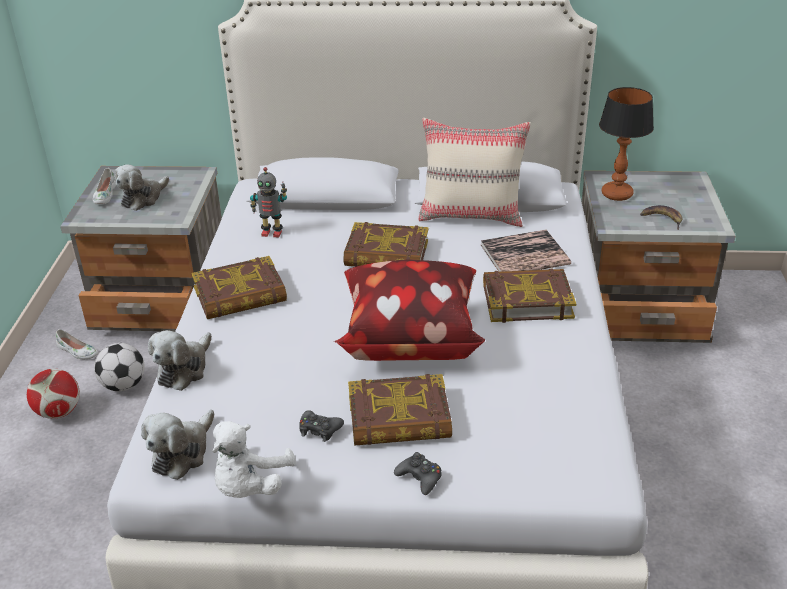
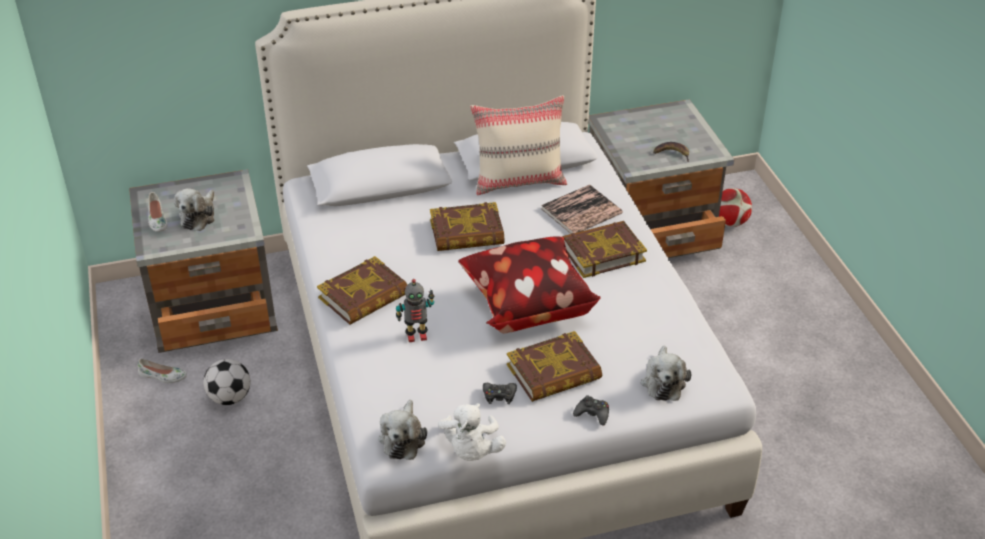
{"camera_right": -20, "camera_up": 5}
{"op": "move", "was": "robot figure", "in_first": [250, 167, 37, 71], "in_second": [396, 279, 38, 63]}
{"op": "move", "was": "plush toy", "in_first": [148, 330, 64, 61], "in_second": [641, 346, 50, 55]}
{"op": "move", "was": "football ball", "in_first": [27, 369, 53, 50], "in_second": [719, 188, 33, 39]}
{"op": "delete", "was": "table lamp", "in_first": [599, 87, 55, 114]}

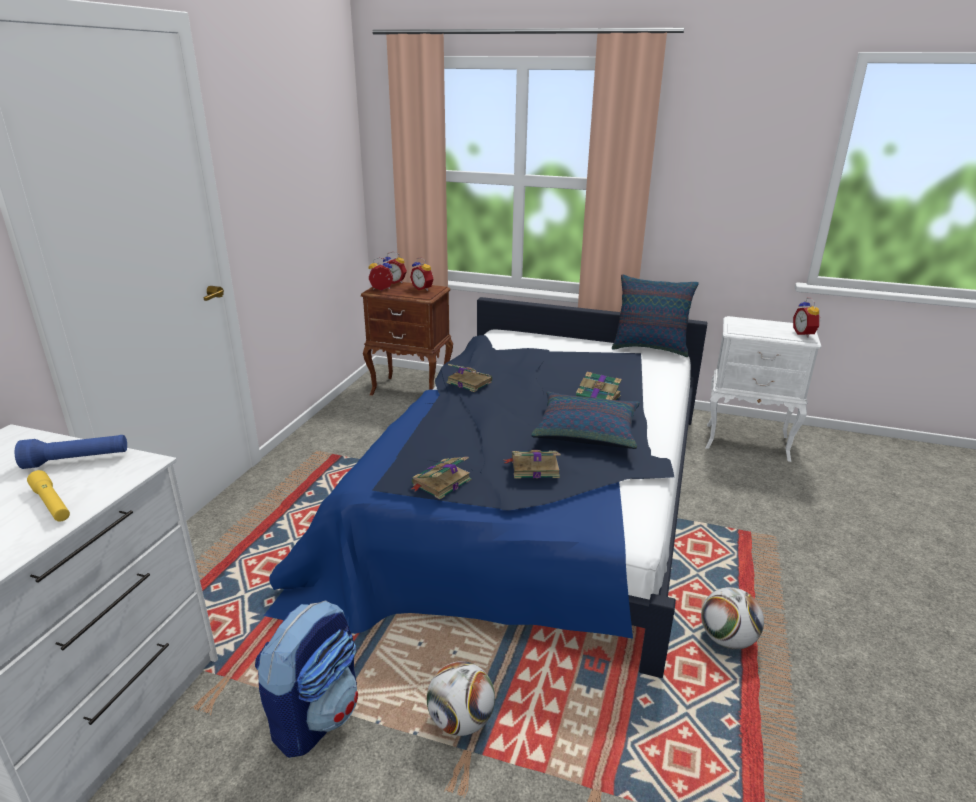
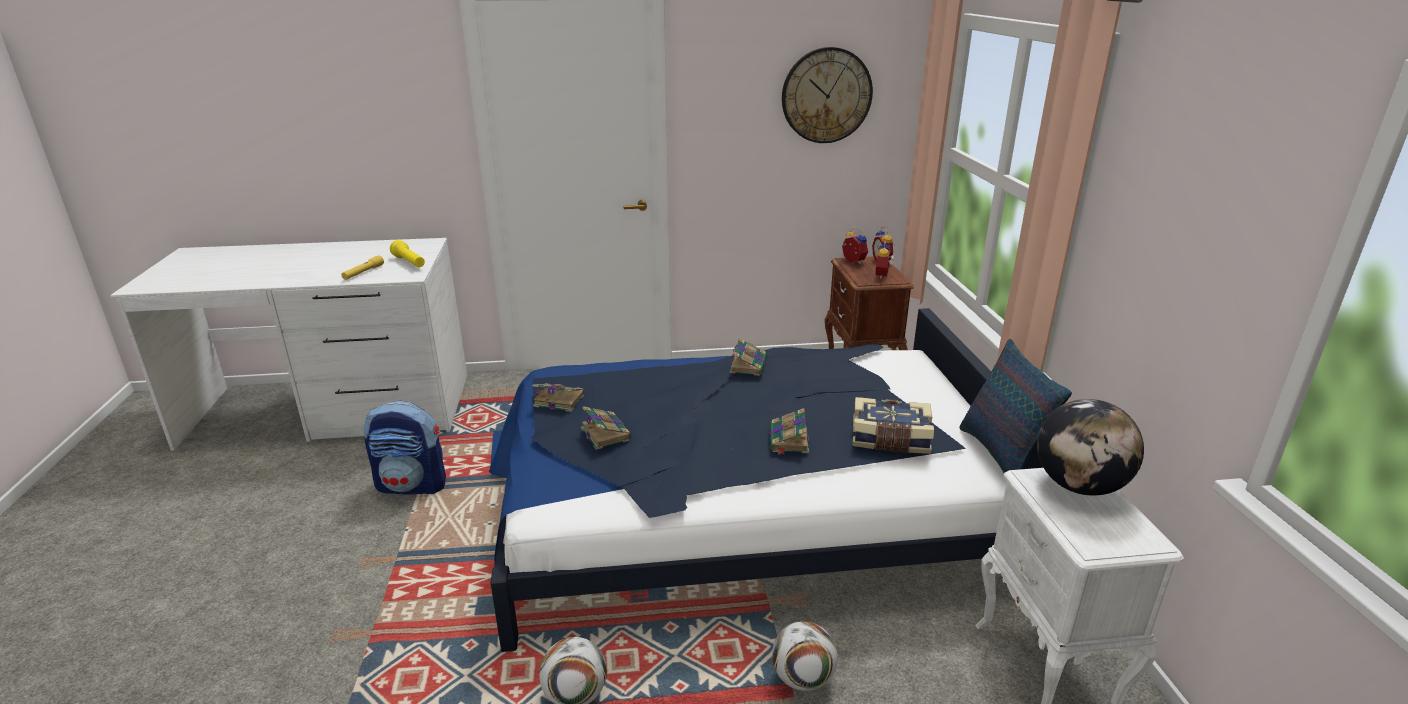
{"camera_right": 65, "camera_up": 0}
{"op": "recolor", "was": "hand torch in blue-coloured", "now": "hand torch in yellow", "in_first": [15, 435, 112, 34], "in_second": [390, 240, 35, 27]}
{"op": "move", "was": "football ball", "in_first": [427, 661, 68, 75], "in_second": [772, 621, 66, 70]}
{"op": "insert", "now": "clock on the wall", "in_second": [782, 47, 91, 96]}
{"op": "insert", "now": "book", "in_second": [853, 397, 81, 57]}
{"op": "insert", "now": "world globe", "in_second": [1037, 399, 107, 97]}
{"op": "delete", "was": "pillow in blue-coloured", "in_first": [531, 392, 109, 57]}
{"op": "delete", "was": "alarm clock", "in_first": [793, 298, 28, 40]}

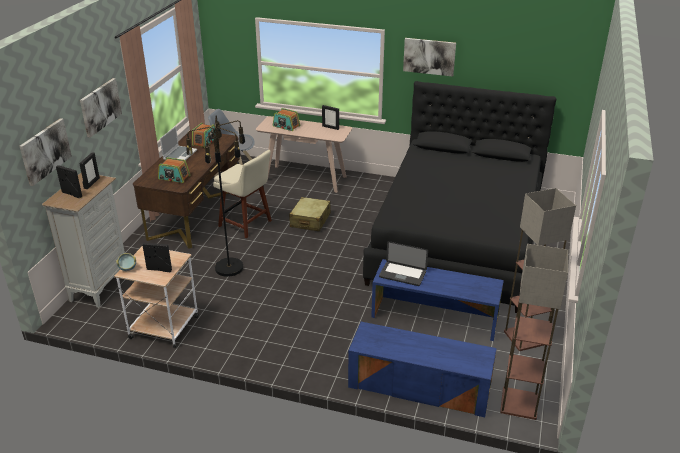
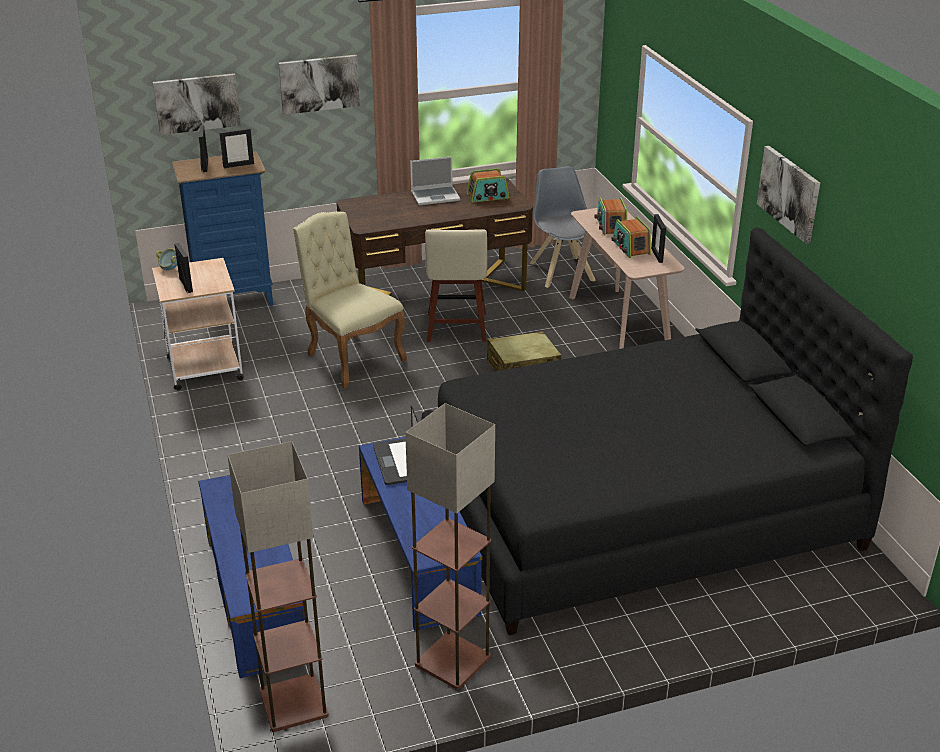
{"camera_right": 55, "camera_up": 0}
{"op": "recolor", "was": "dresser in whitish", "now": "dresser in blue-coloured", "in_first": [42, 173, 83, 135], "in_second": [172, 152, 101, 154]}
{"op": "replace", "was": "standing lamp", "now": "chair in beige-coloured", "in_first": [186, 115, 59, 162], "in_second": [293, 211, 114, 177]}
{"op": "move", "was": "radio receiver", "in_first": [158, 157, 33, 26], "in_second": [611, 217, 40, 41]}

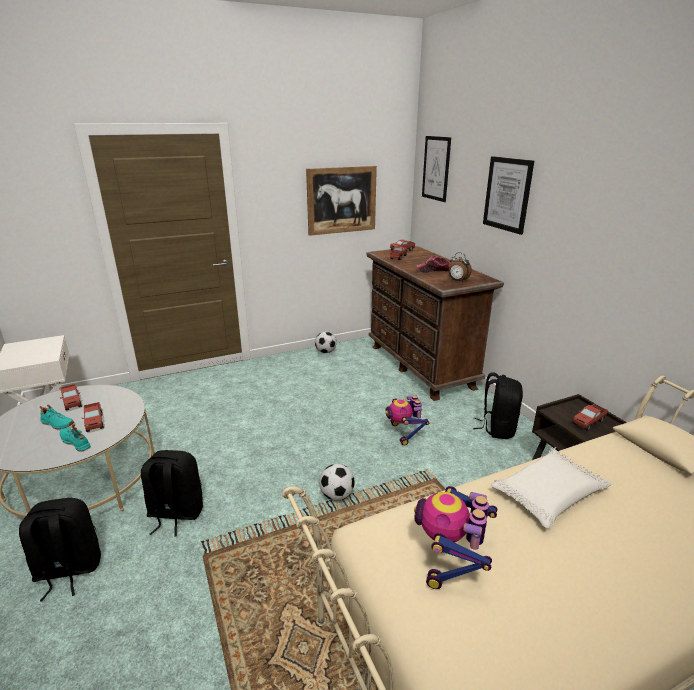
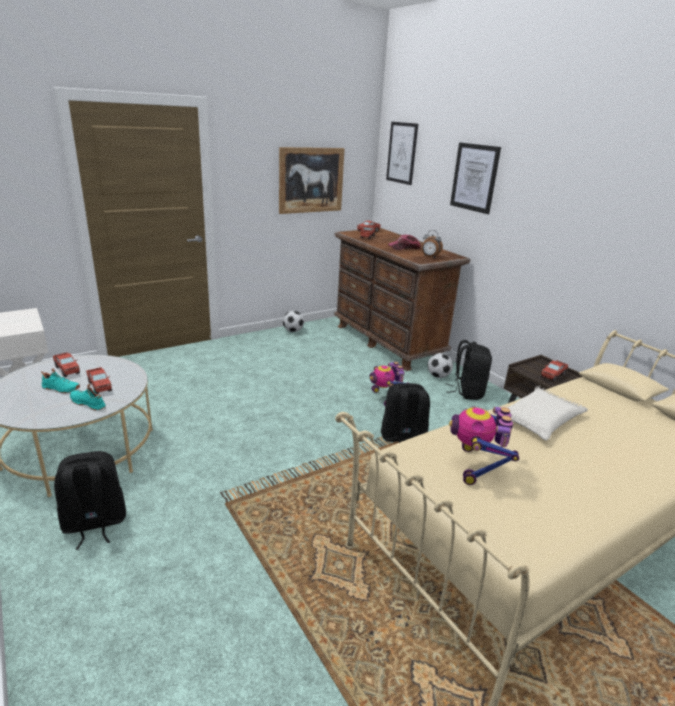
{"camera_right": -10, "camera_up": 0}
{"op": "move", "was": "backpack in blackish", "in_first": [141, 450, 62, 87], "in_second": [381, 383, 49, 60]}
{"op": "move", "was": "football ball", "in_first": [319, 464, 36, 37], "in_second": [428, 353, 25, 25]}

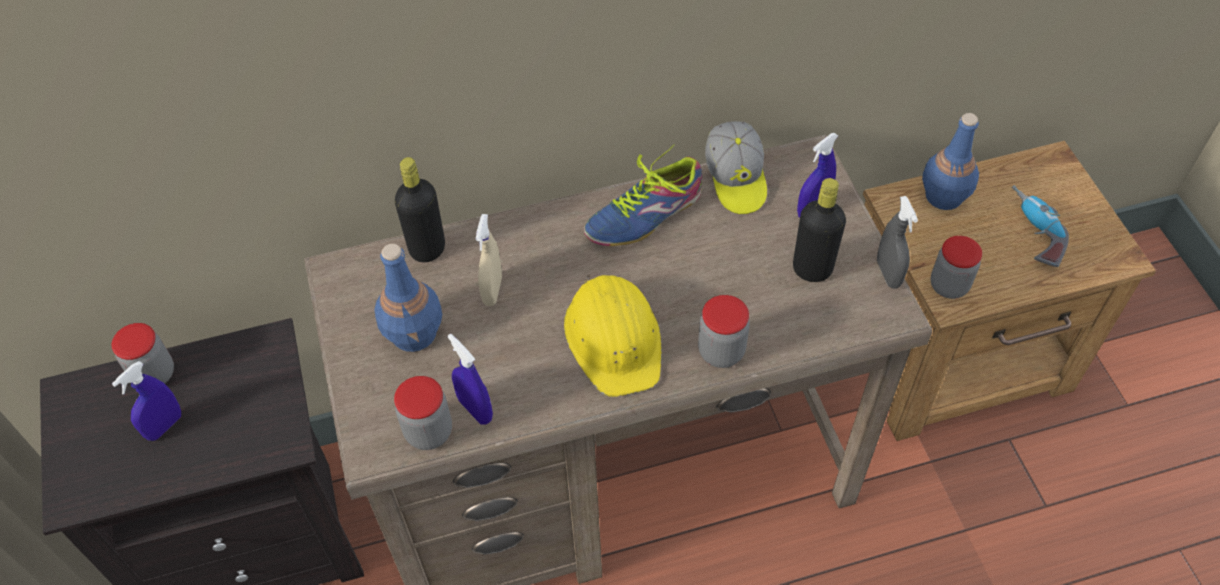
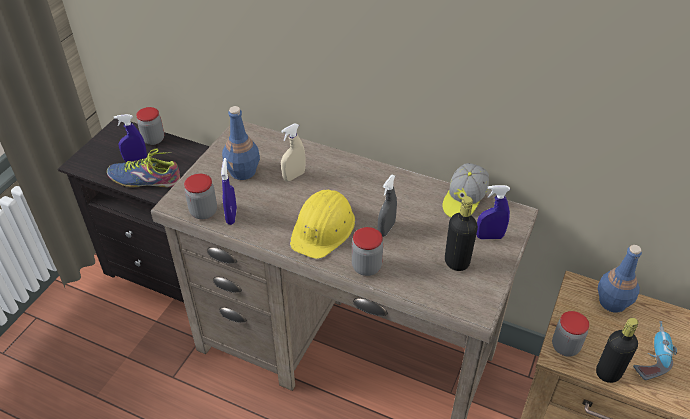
{"camera_right": 40, "camera_up": -10}
{"op": "move", "was": "low shoe", "in_first": [584, 144, 118, 102], "in_second": [107, 148, 73, 40]}
{"op": "move", "was": "hand sprayer in greyish", "in_first": [877, 196, 41, 93], "in_second": [378, 175, 19, 62]}
{"op": "move", "was": "beverage bottle in blackish", "in_first": [395, 157, 50, 105], "in_second": [596, 318, 43, 65]}

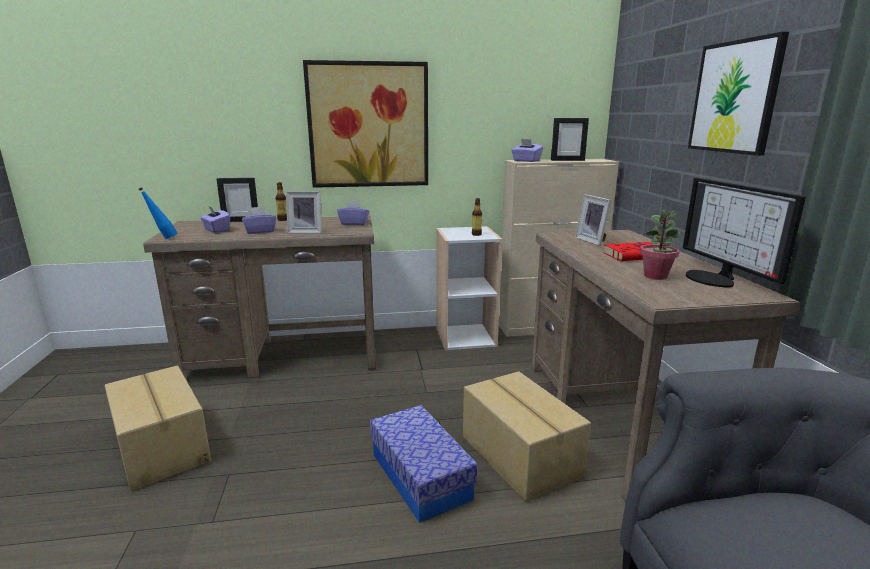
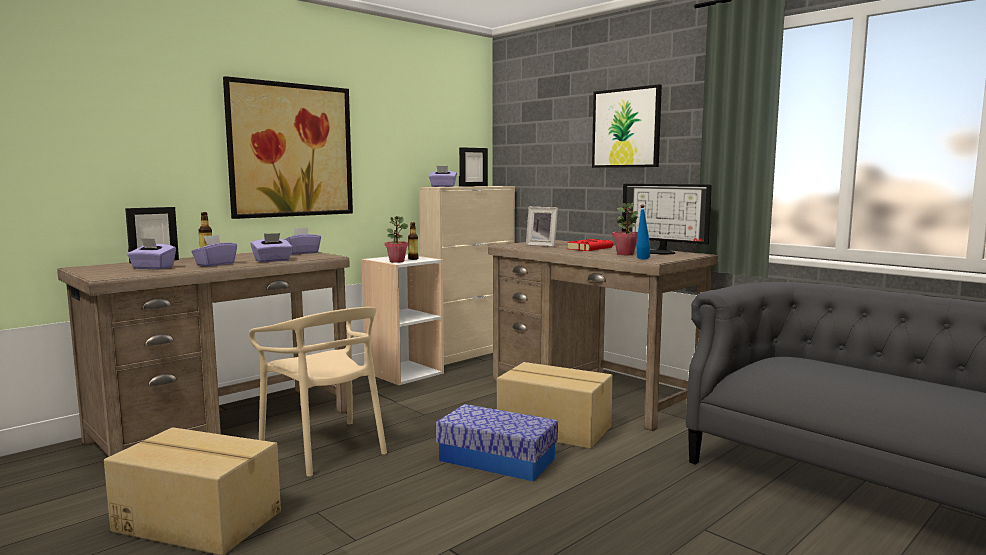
{"camera_right": -35, "camera_up": -10}
{"op": "insert", "now": "chair in beige-coloured", "in_second": [249, 307, 138, 170]}
{"op": "replace", "was": "photo frame", "now": "tissue box in purple-coloured", "in_first": [286, 191, 36, 43], "in_second": [251, 233, 42, 29]}
{"op": "insert", "now": "plant in a pot", "in_second": [385, 216, 24, 47]}
{"op": "move", "was": "beverage bottle in blue-coloured", "in_first": [139, 187, 39, 52], "in_second": [636, 204, 14, 56]}

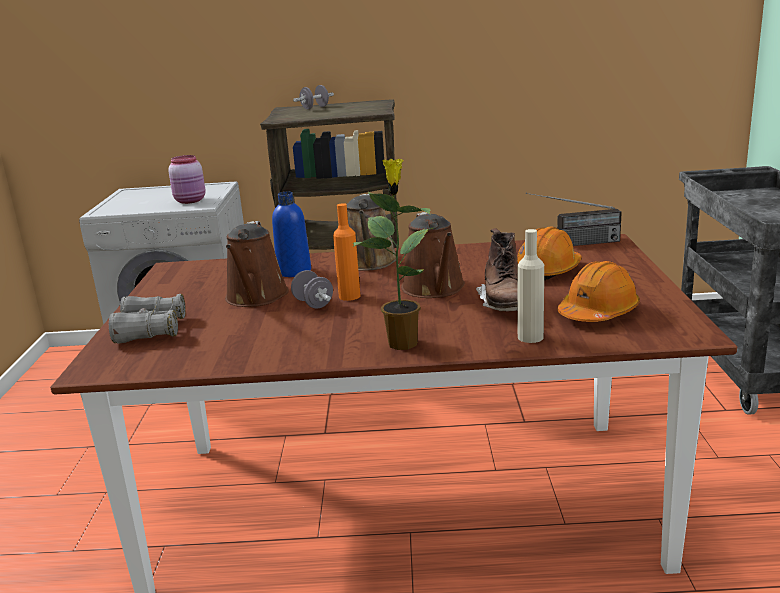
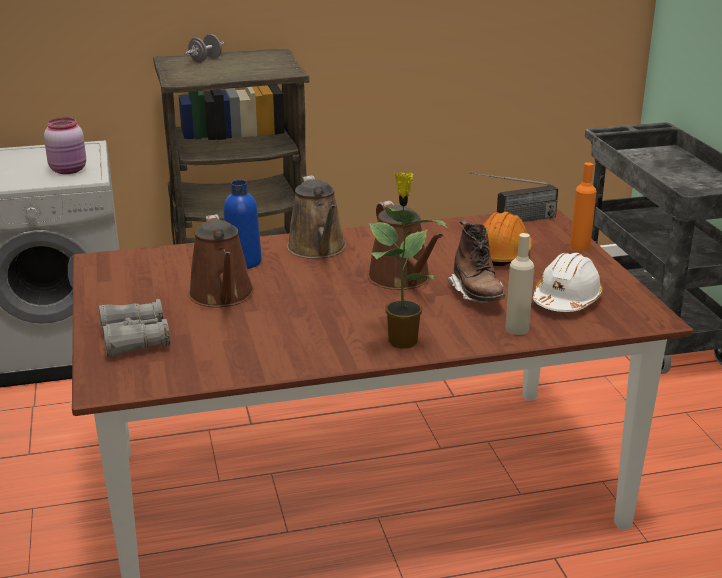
{"camera_right": -15, "camera_up": 5}
{"op": "recolor", "was": "safety helmet in orangey", "now": "safety helmet in whitish", "in_first": [557, 261, 83, 61], "in_second": [533, 253, 70, 59]}
{"op": "move", "was": "beverage bottle in orangey", "in_first": [333, 203, 28, 98], "in_second": [570, 162, 26, 89]}
{"op": "delete", "was": "free weight in greyish", "in_first": [291, 270, 42, 38]}

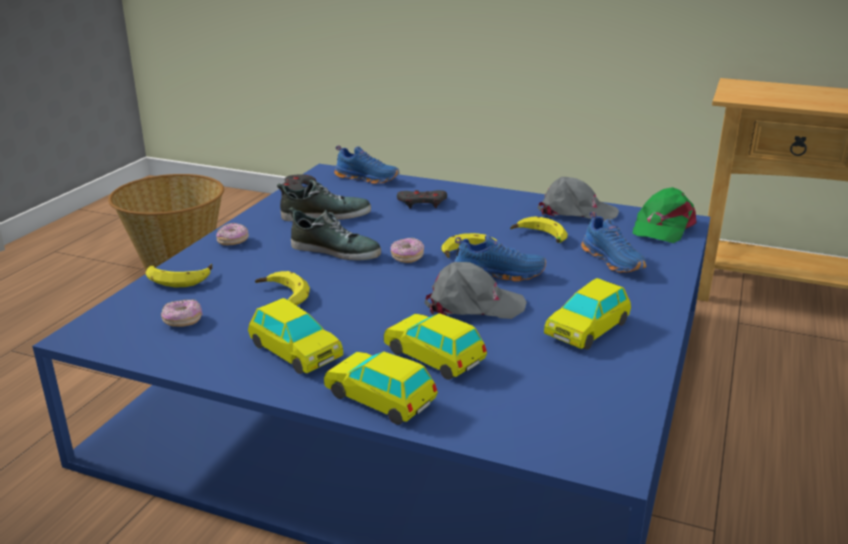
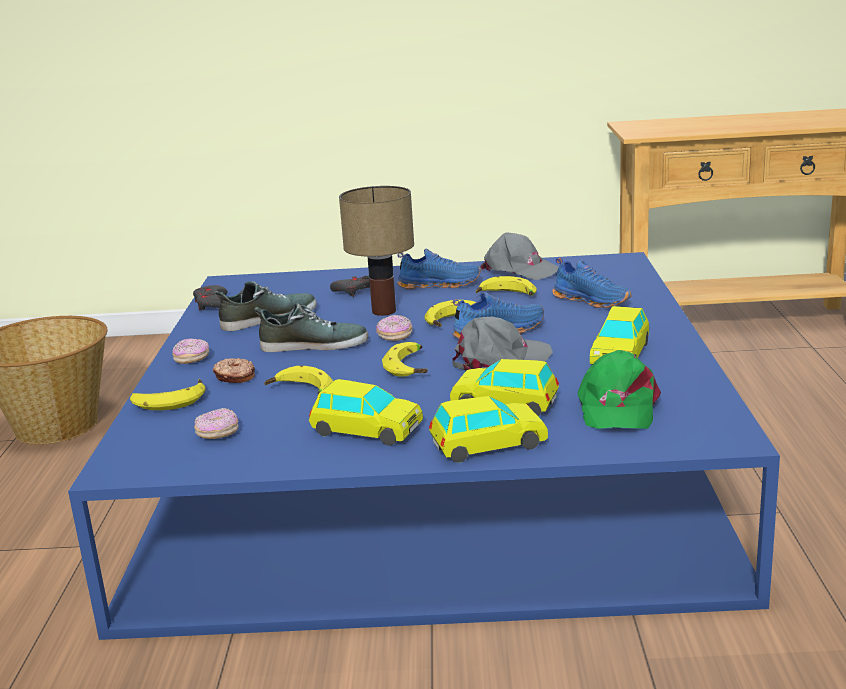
{"camera_right": -20, "camera_up": -5}
{"op": "insert", "now": "ring doughnut", "in_second": [213, 358, 42, 25]}
{"op": "insert", "now": "table lamp", "in_second": [339, 186, 75, 130]}
{"op": "insert", "now": "banana fruit", "in_second": [382, 342, 46, 35]}
{"op": "move", "was": "low shoe in blue-coloured", "in_first": [334, 145, 65, 39], "in_second": [397, 249, 84, 40]}
{"op": "rotate", "was": "miniature car", "in_first": [324, 351, 114, 74], "in_second": [429, 396, 119, 67], "clockwise": 150}
{"op": "rotate", "was": "cap in greyish", "in_first": [538, 177, 81, 43], "in_second": [480, 232, 79, 48], "clockwise": 45}
{"op": "move", "was": "cap in green-coloured", "in_first": [633, 187, 64, 56], "in_second": [578, 350, 83, 79]}

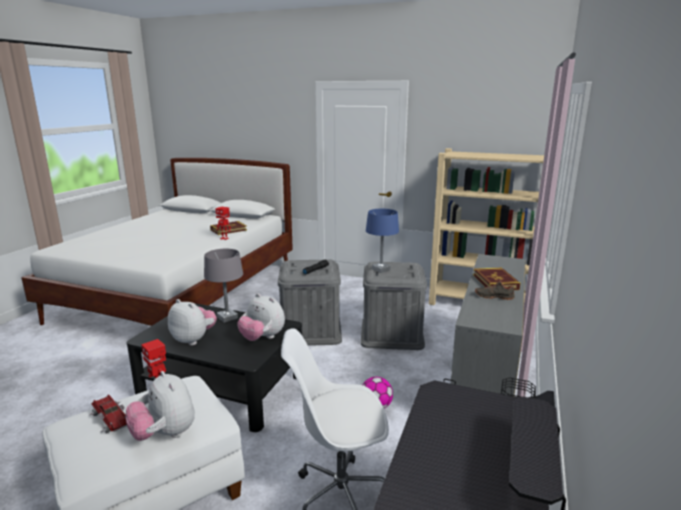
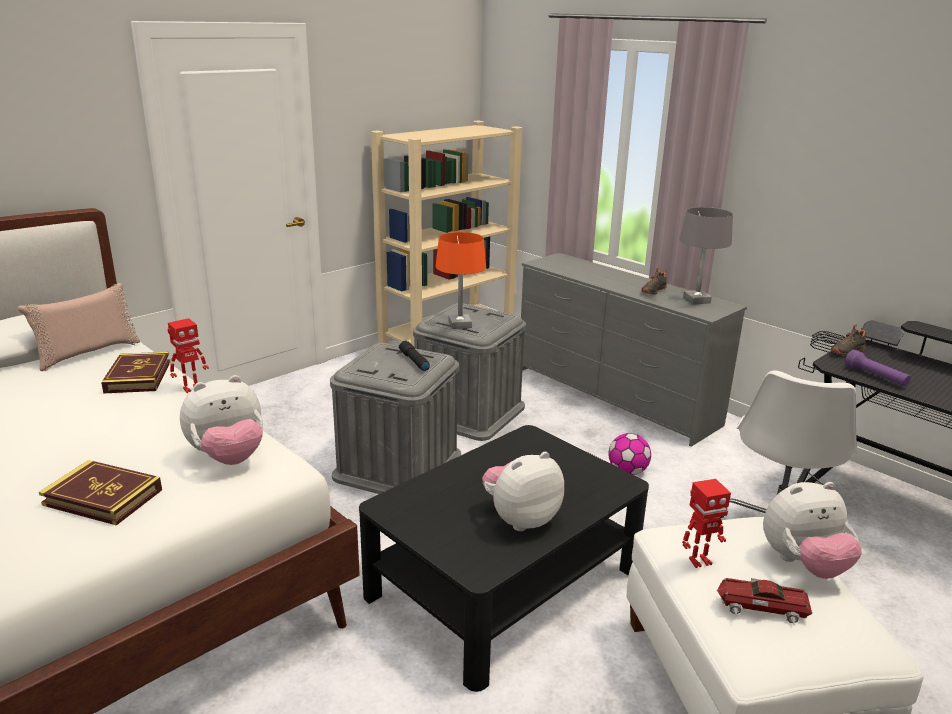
{"camera_right": -65, "camera_up": 5}
{"op": "insert", "now": "pillow in beige-coloured", "in_second": [18, 283, 122, 88]}
{"op": "move", "was": "book", "in_first": [473, 267, 47, 23], "in_second": [39, 460, 123, 66]}
{"op": "move", "was": "plush toy", "in_first": [237, 293, 48, 48], "in_second": [180, 375, 83, 90]}
{"op": "recolor", "was": "table lamp in blue-coloured", "now": "table lamp in orangey", "in_first": [366, 209, 33, 64], "in_second": [436, 232, 50, 97]}
{"op": "move", "was": "table lamp in greyish", "in_first": [204, 249, 39, 74], "in_second": [680, 207, 53, 98]}
{"op": "rotate", "was": "miniature car", "in_first": [89, 395, 38, 39], "in_second": [717, 578, 95, 46], "clockwise": -150}
{"op": "insert", "now": "low shoe in blackish", "in_second": [831, 324, 36, 32]}
{"op": "insert", "now": "hand torch in purple-coloured", "in_second": [845, 350, 66, 36]}

